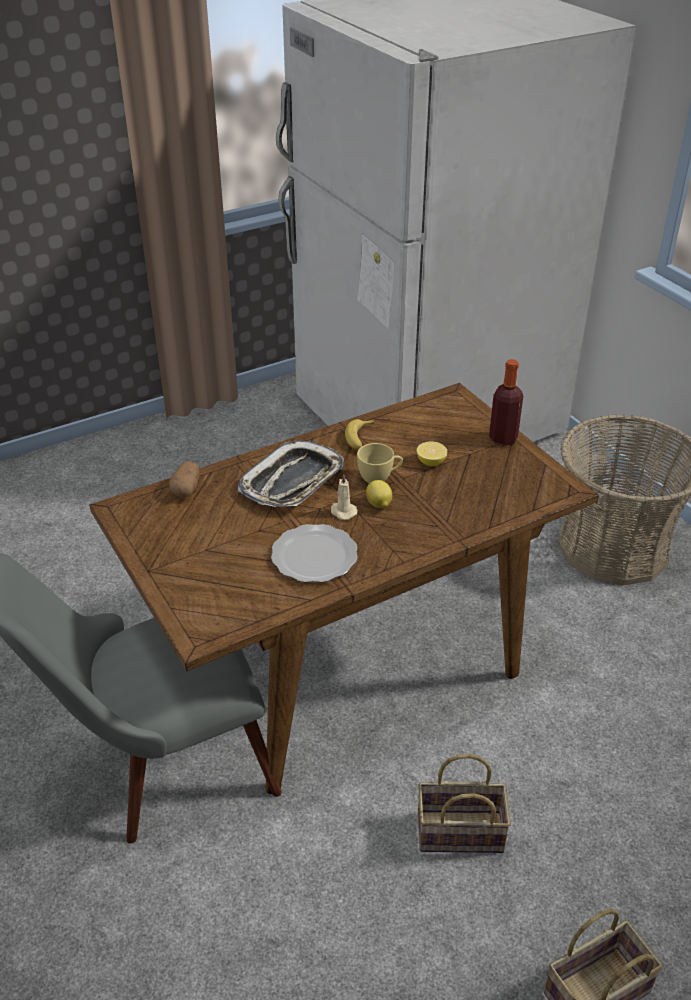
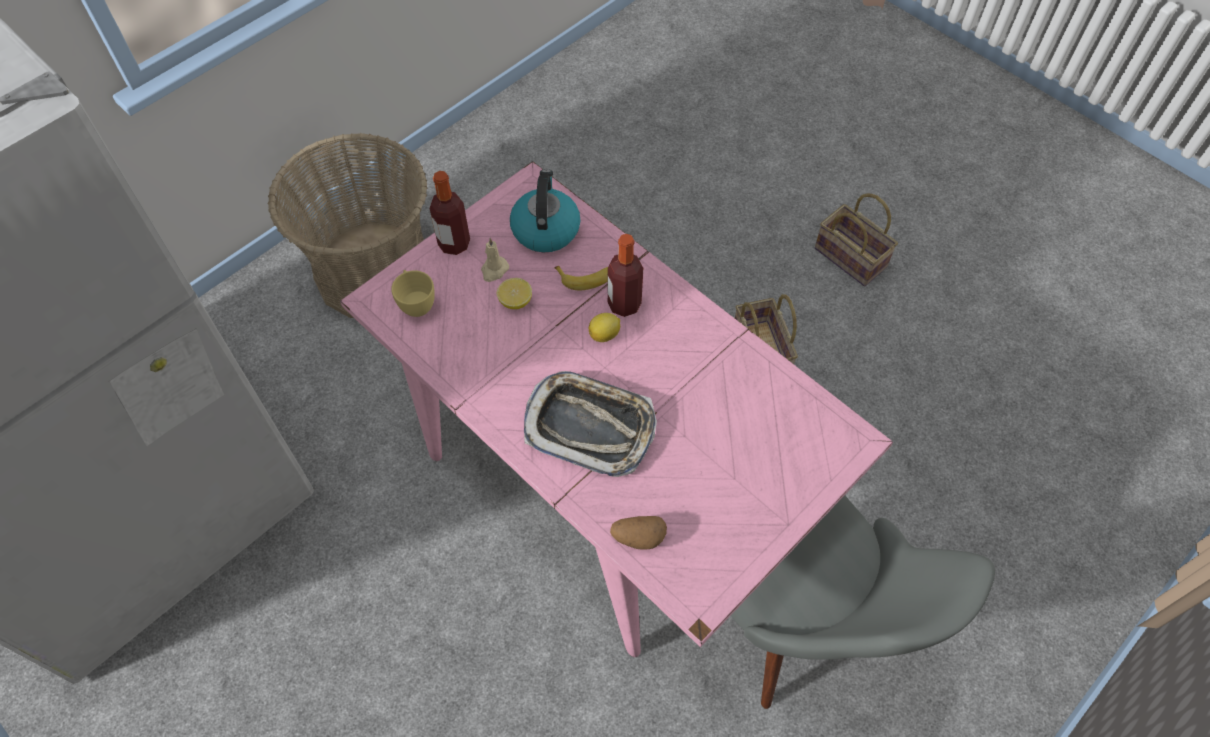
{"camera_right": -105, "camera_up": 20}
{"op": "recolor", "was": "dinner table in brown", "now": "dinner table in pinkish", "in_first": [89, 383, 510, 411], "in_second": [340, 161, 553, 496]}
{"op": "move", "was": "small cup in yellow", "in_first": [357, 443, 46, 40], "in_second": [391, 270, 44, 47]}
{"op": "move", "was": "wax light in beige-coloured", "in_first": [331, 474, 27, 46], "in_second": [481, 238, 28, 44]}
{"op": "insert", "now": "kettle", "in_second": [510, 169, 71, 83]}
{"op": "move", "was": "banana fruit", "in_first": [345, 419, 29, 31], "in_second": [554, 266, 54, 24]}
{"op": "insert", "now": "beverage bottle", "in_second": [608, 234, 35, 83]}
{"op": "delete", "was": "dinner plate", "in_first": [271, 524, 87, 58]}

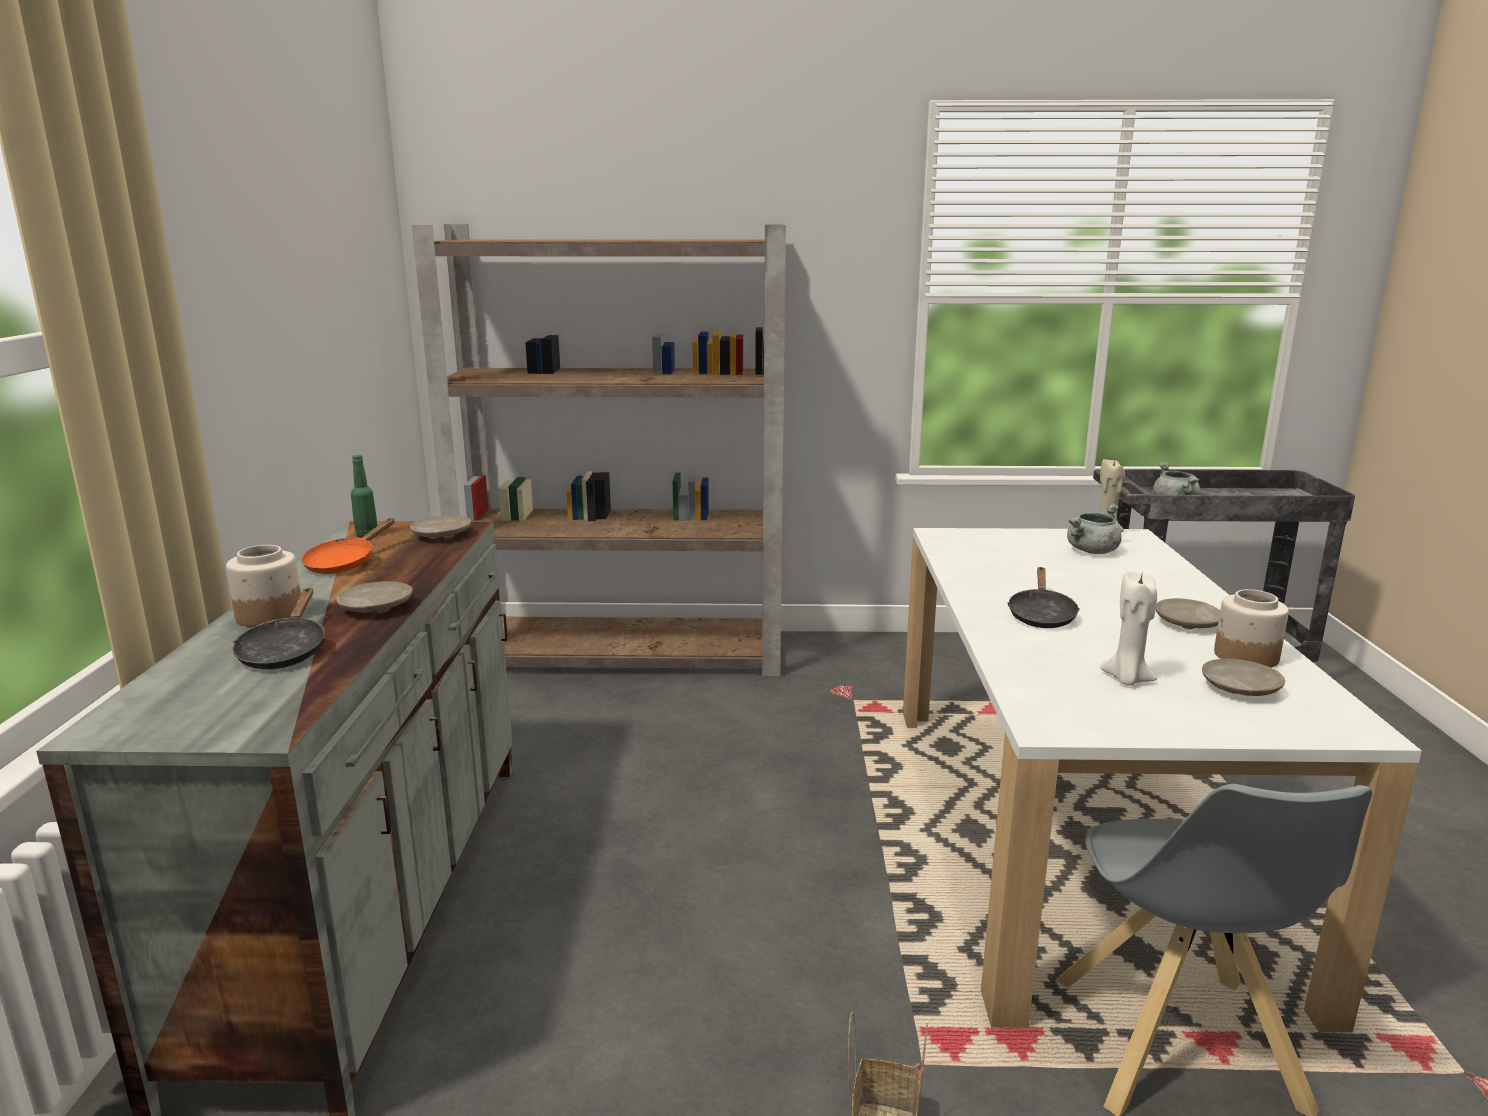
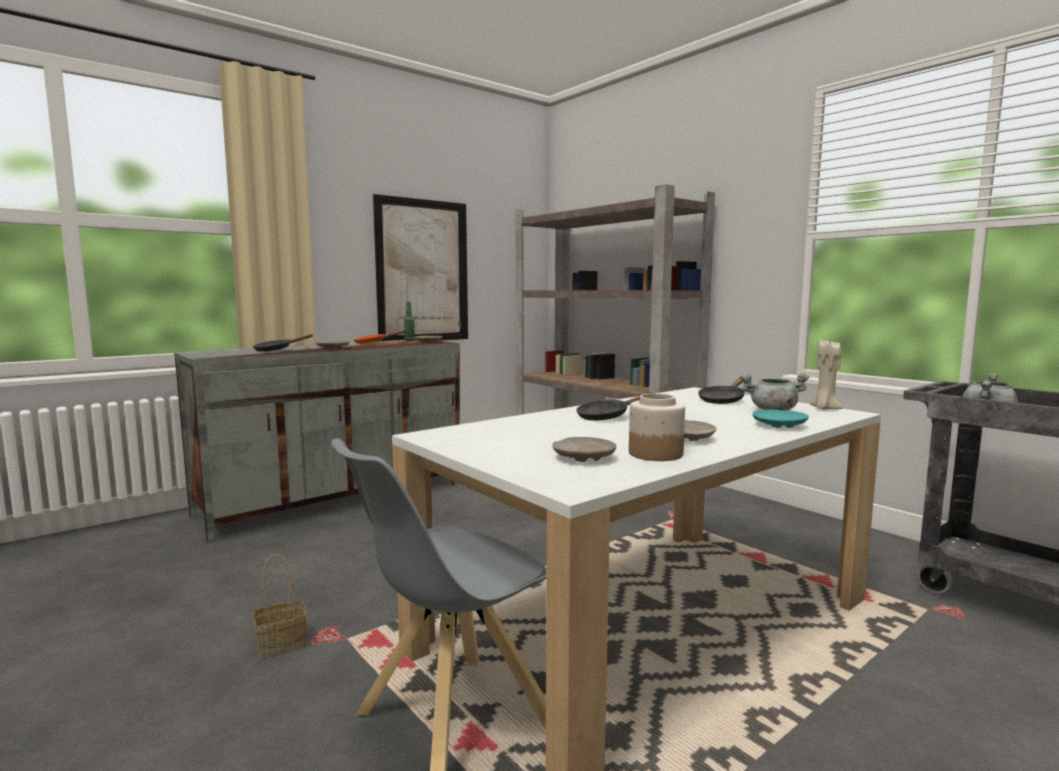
{"camera_right": 50, "camera_up": -10}
{"op": "insert", "now": "picture", "in_second": [373, 194, 95, 147]}
{"op": "insert", "now": "pan in blackish", "in_second": [698, 378, 47, 26]}
{"op": "insert", "now": "dinner plate in turquoise", "in_second": [753, 410, 56, 18]}
{"op": "delete", "was": "storage jar", "in_first": [226, 545, 75, 82]}
{"op": "delete", "was": "wax light in whitish", "in_first": [1100, 571, 57, 114]}

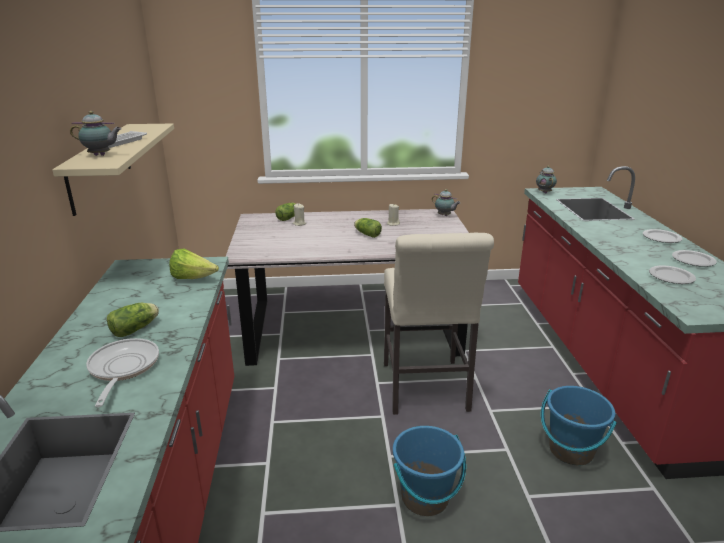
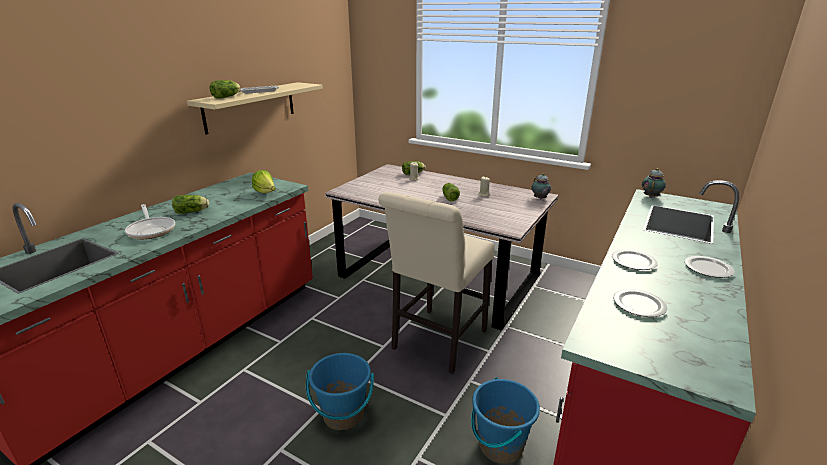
{"camera_right": 35, "camera_up": 0}
{"op": "rotate", "was": "pan", "in_first": [86, 338, 73, 69], "in_second": [125, 204, 50, 35], "clockwise": 120}
{"op": "replace", "was": "tea pot", "now": "lettuce head", "in_first": [70, 111, 51, 45], "in_second": [210, 80, 31, 19]}
{"op": "move", "was": "dinner plate", "in_first": [672, 250, 45, 17], "in_second": [612, 249, 46, 21]}

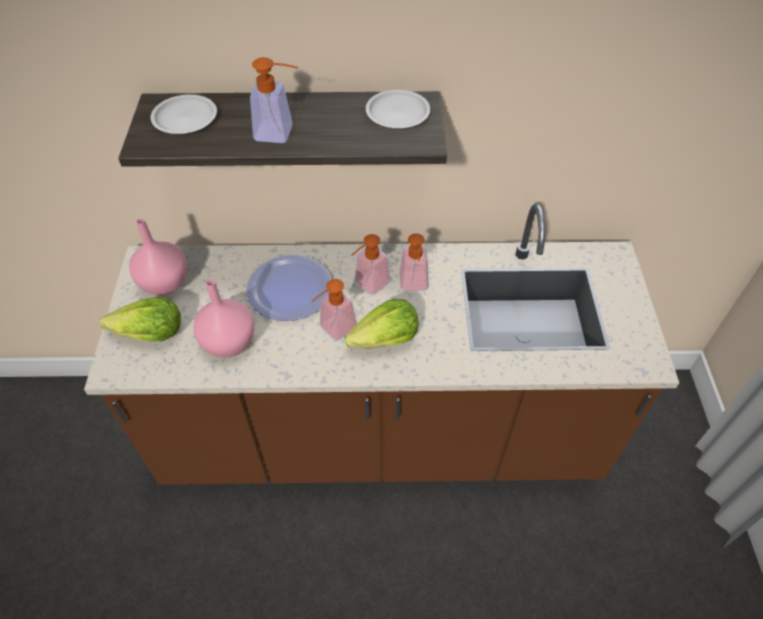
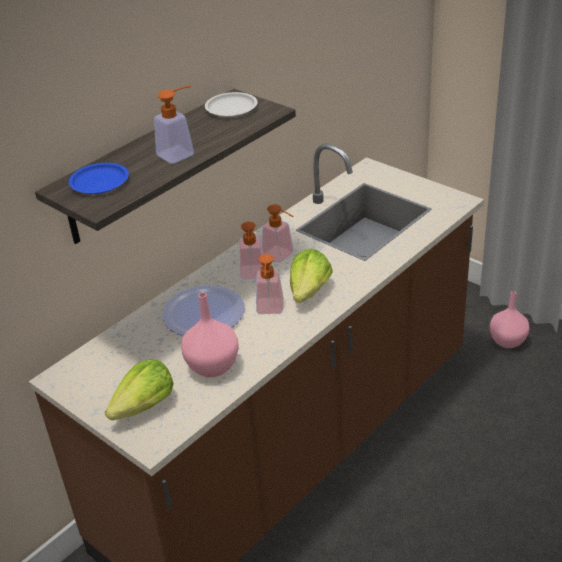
{"camera_right": -45, "camera_up": -15}
{"op": "recolor", "was": "dinner plate in whitish", "now": "dinner plate in blue-coloured", "in_first": [151, 94, 66, 40], "in_second": [69, 163, 60, 31]}
{"op": "move", "was": "decorative vase in pinkish", "in_first": [129, 218, 58, 78], "in_second": [490, 291, 40, 57]}

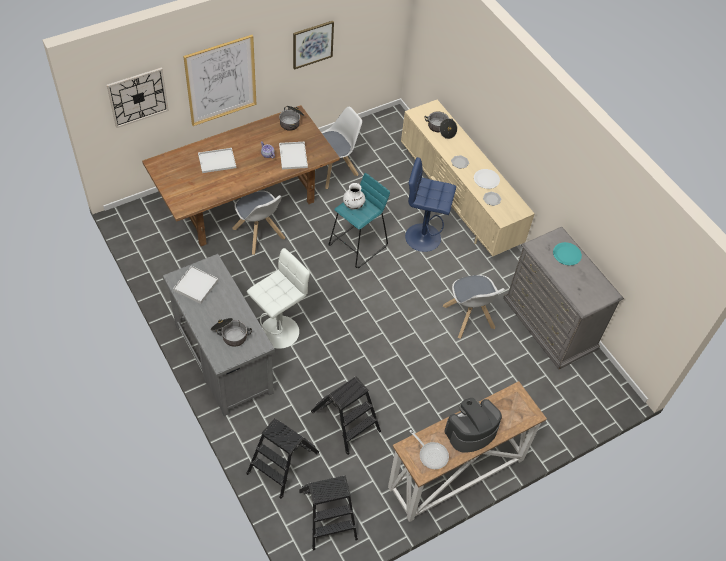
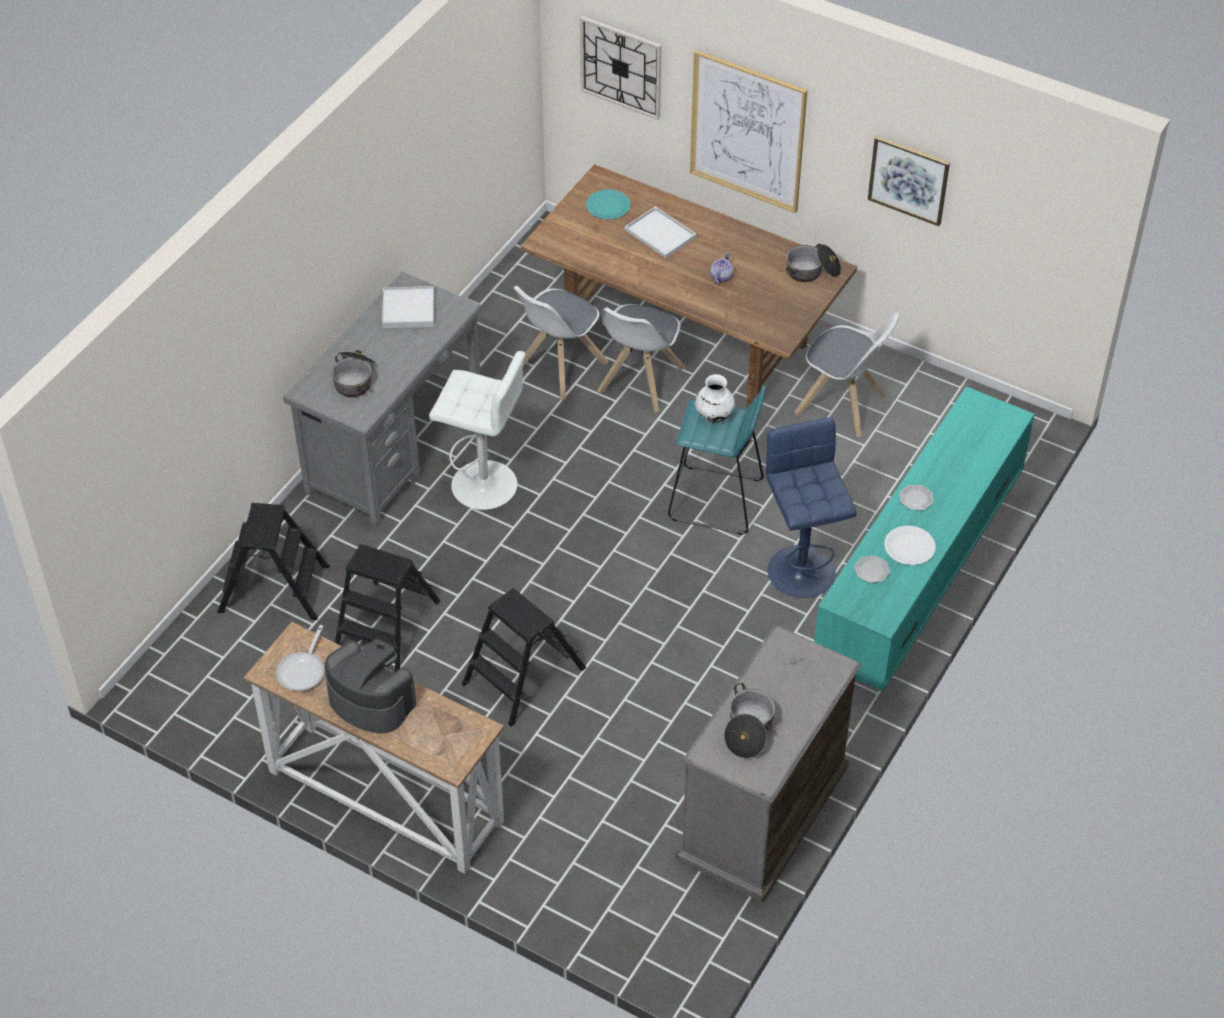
{"camera_right": 65, "camera_up": -5}
{"op": "move", "was": "step stool in blackish", "in_first": [299, 475, 59, 76], "in_second": [462, 587, 124, 140]}
{"op": "move", "was": "chair", "in_first": [443, 275, 62, 64], "in_second": [513, 286, 95, 114]}
{"op": "move", "was": "dinner plate in turquoise", "in_first": [553, 242, 29, 23], "in_second": [586, 189, 44, 30]}
{"op": "move", "was": "stockpot", "in_first": [425, 111, 32, 28], "in_second": [724, 683, 51, 76]}
{"op": "recolor", "was": "cabinet in beige-coloured", "now": "cabinet in turquoise", "in_first": [401, 100, 134, 157], "in_second": [814, 386, 221, 306]}
{"op": "delete", "was": "carrying tray in whitish", "in_first": [279, 142, 29, 27]}

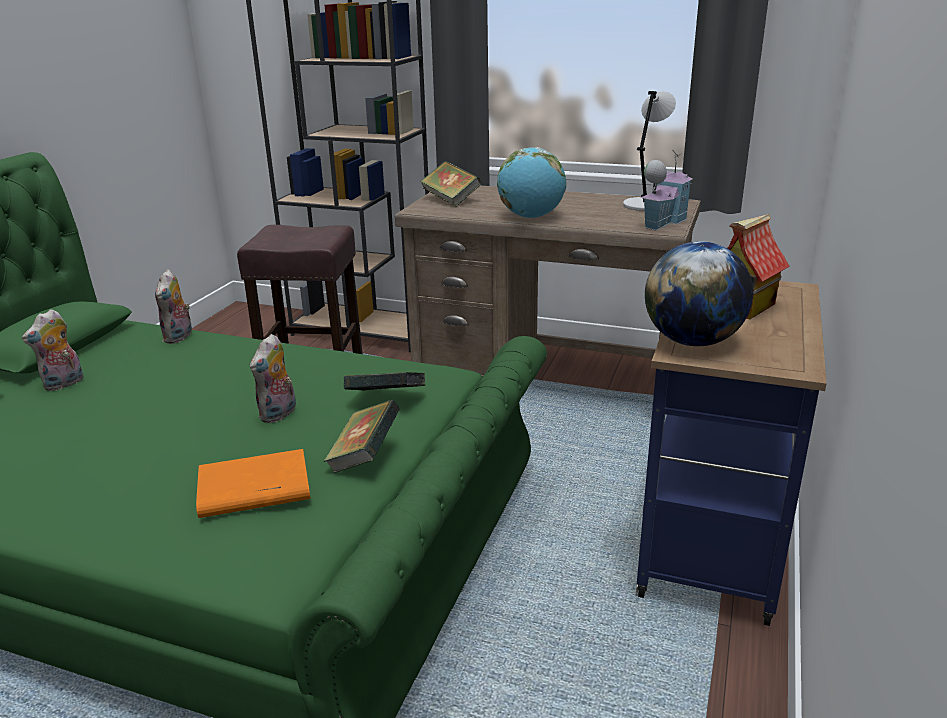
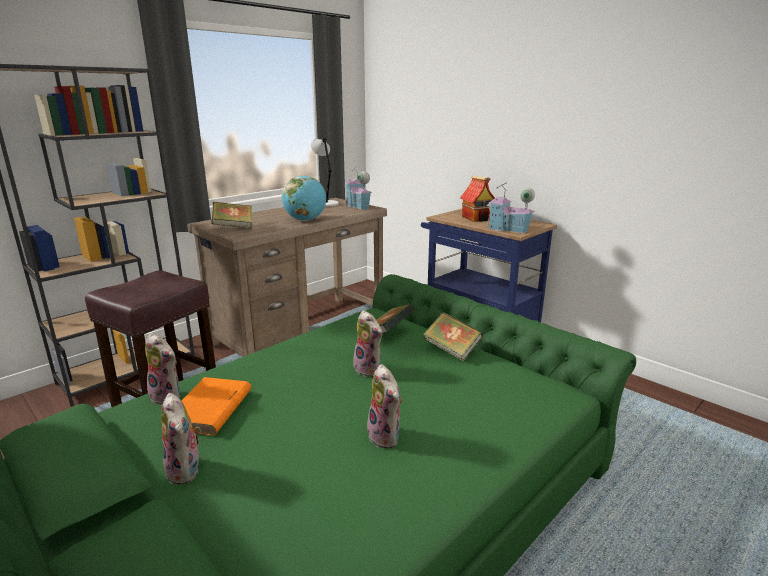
{"camera_right": -65, "camera_up": -5}
{"op": "move", "was": "book in orangey", "in_first": [196, 449, 115, 69], "in_second": [181, 377, 70, 59]}
{"op": "insert", "now": "plush toy", "in_second": [367, 364, 36, 84]}
{"op": "replace", "was": "world globe", "now": "model house", "in_first": [645, 241, 108, 105], "in_second": [486, 182, 50, 51]}

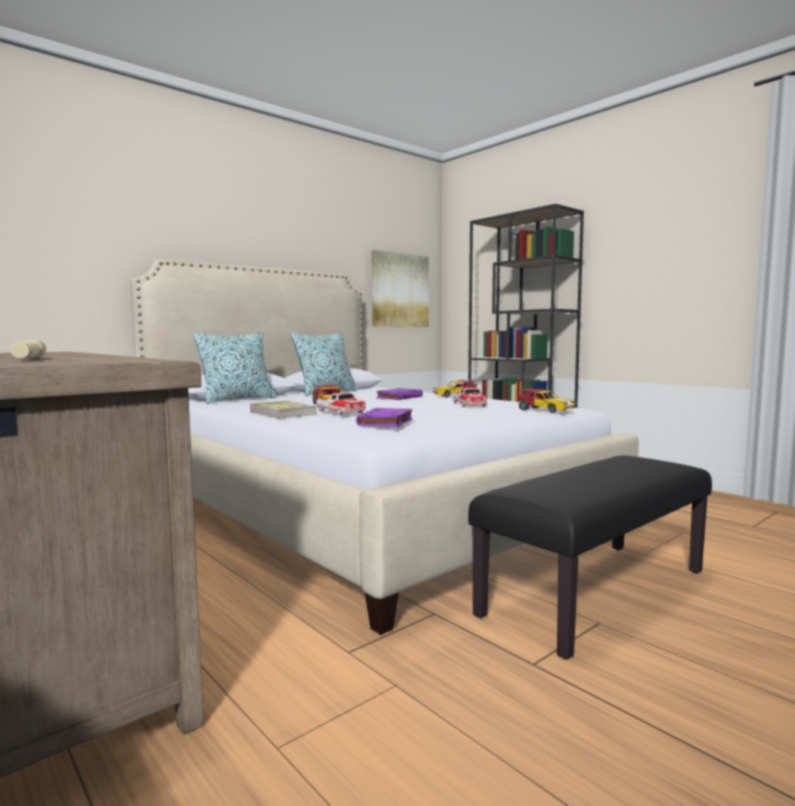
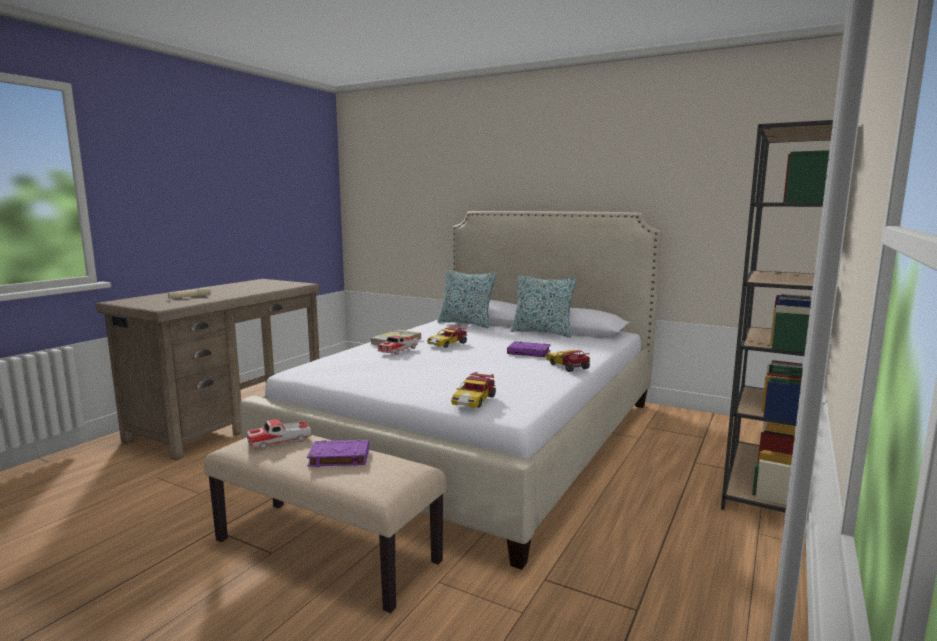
{"camera_right": 70, "camera_up": 5}
{"op": "recolor", "was": "long seat in blackish", "now": "long seat in beige-coloured", "in_first": [468, 455, 244, 205], "in_second": [204, 435, 243, 178]}
{"op": "move", "was": "miniature car", "in_first": [453, 388, 34, 19], "in_second": [247, 419, 65, 31]}
{"op": "move", "was": "book in purple-coloured", "in_first": [356, 408, 57, 19], "in_second": [307, 439, 62, 28]}
{"op": "delete", "was": "picture", "in_first": [372, 250, 57, 77]}

